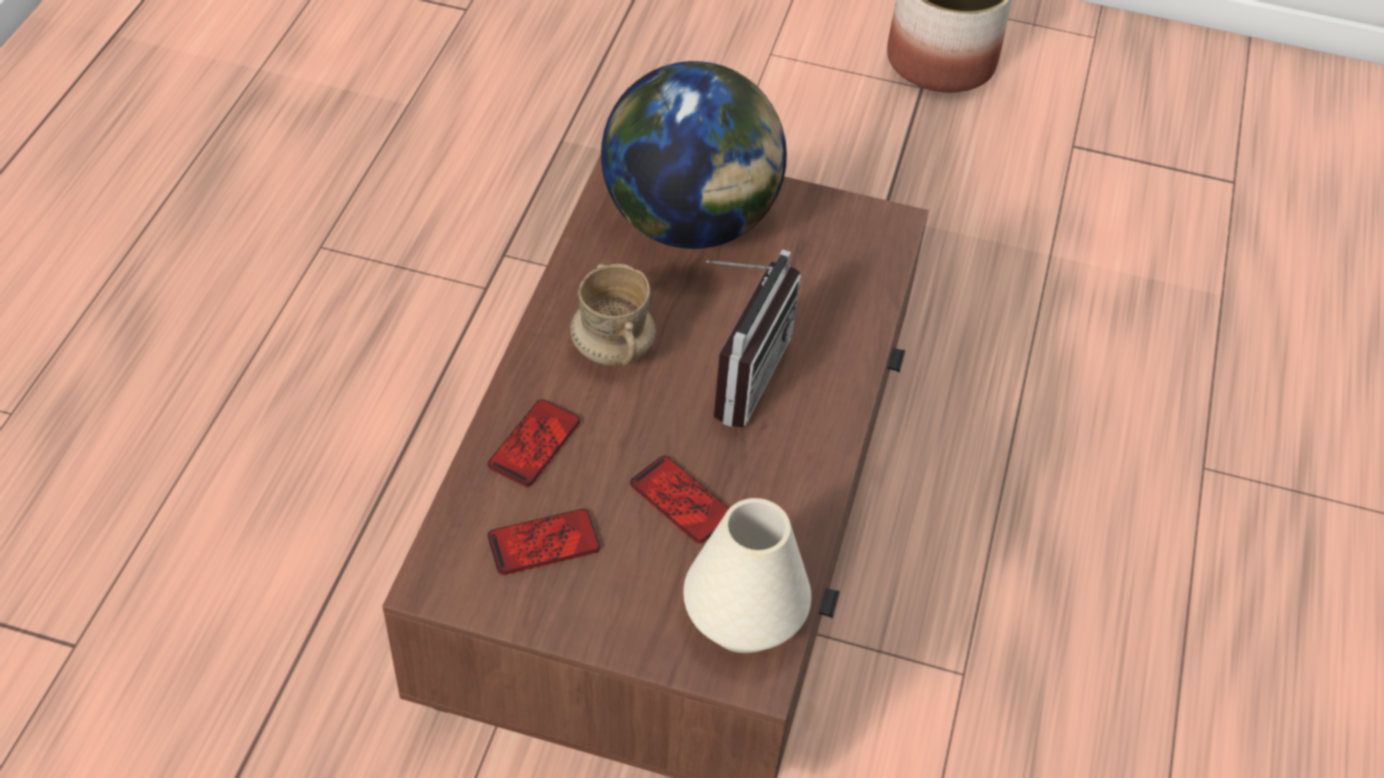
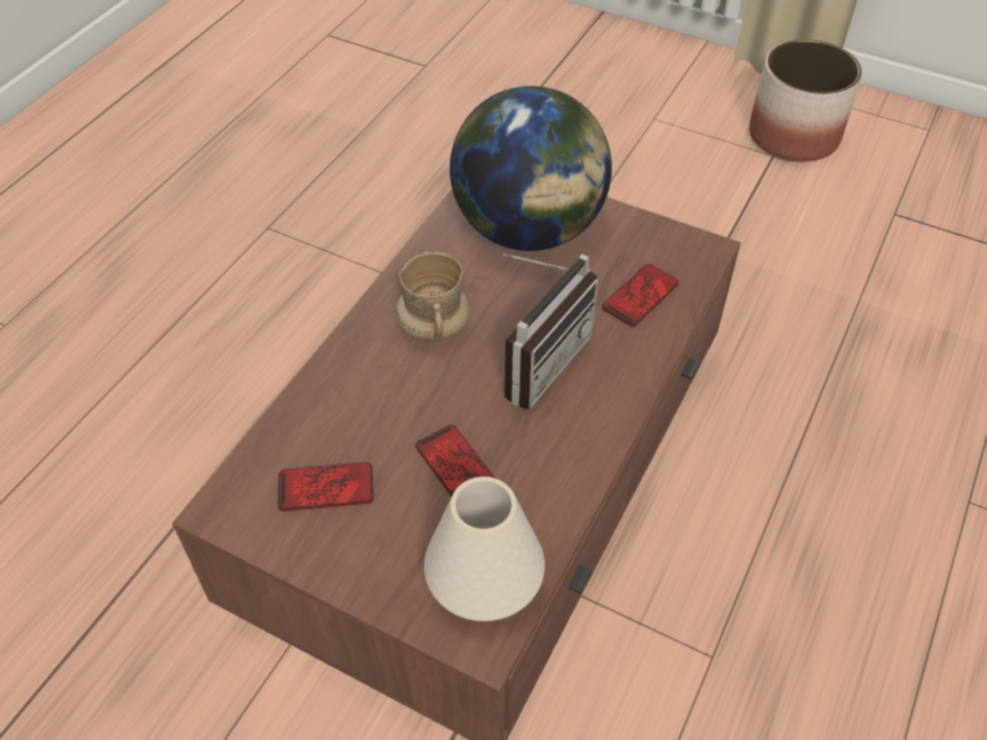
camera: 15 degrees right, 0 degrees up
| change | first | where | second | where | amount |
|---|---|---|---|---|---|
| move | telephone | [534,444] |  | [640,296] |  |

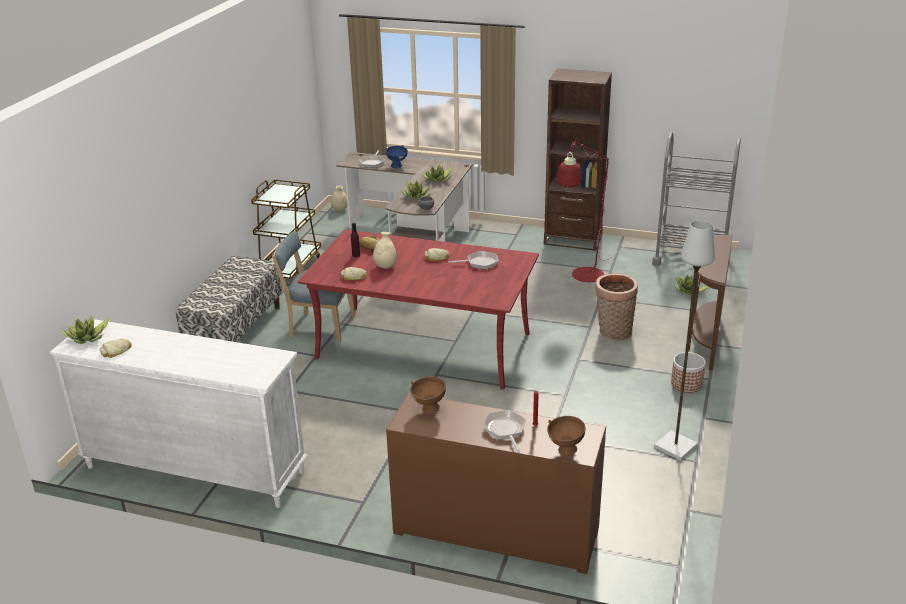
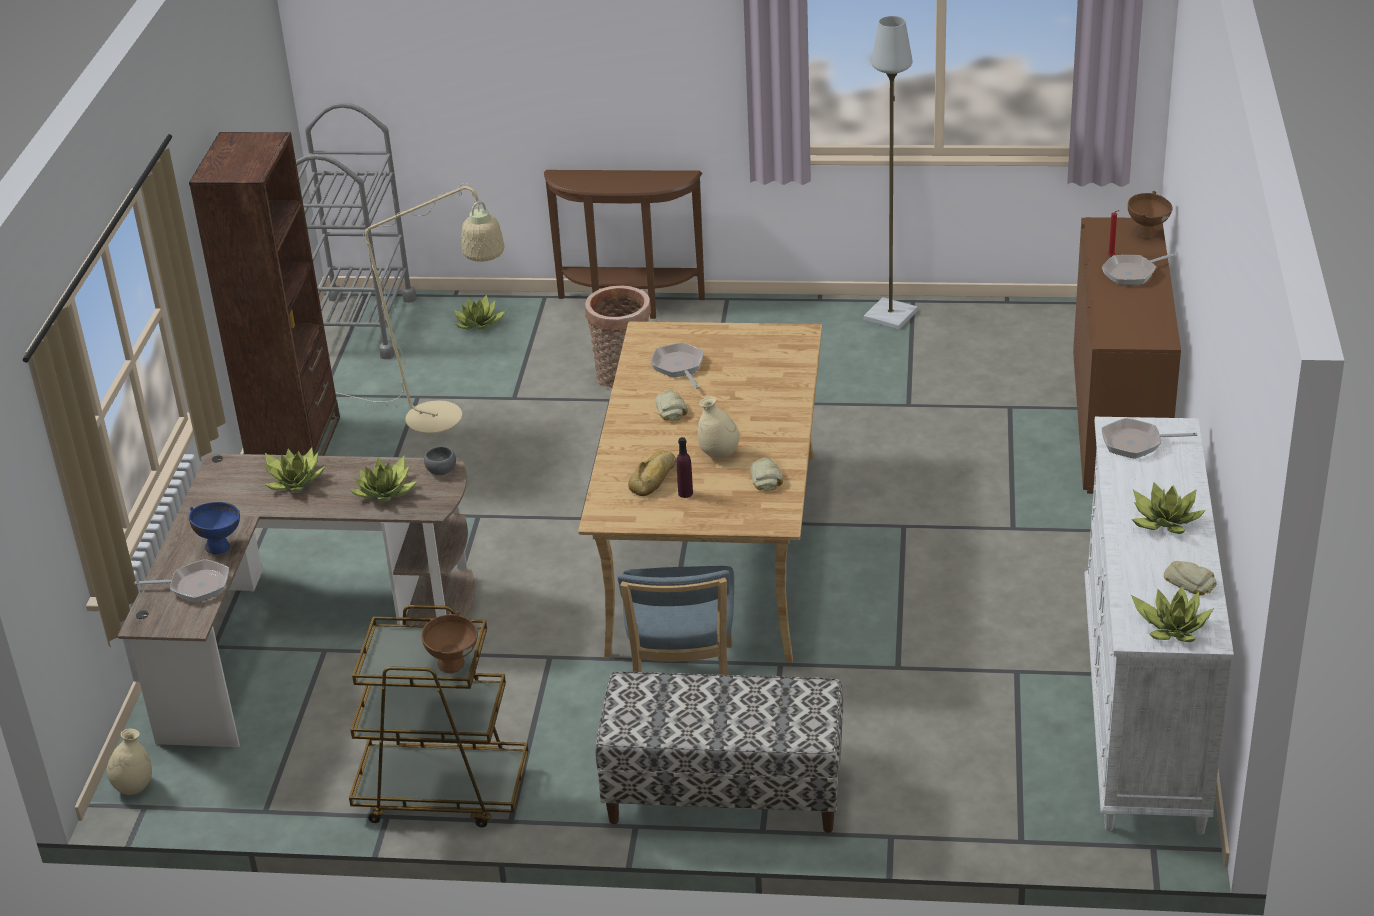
camera: 100 degrees left, 5 degrees up
| change | first | where | second | where | amount |
|---|---|---|---|---|---|
| delete | planter | [686,384] |  |  |  |
| insert |  |  | frying pan | [1136,443] |  |
| insert |  |  | plant in a pot | [1163,521] |  |
| move | deep dish in brown | [429,410] |  | [454,666] |  |
| recolor | dining table in reddish | [424,345] | dining table in beige | [713,550] |  |
| recolor | floor lamp in reddish | [583,278] | floor lamp in beige | [447,420] |  |

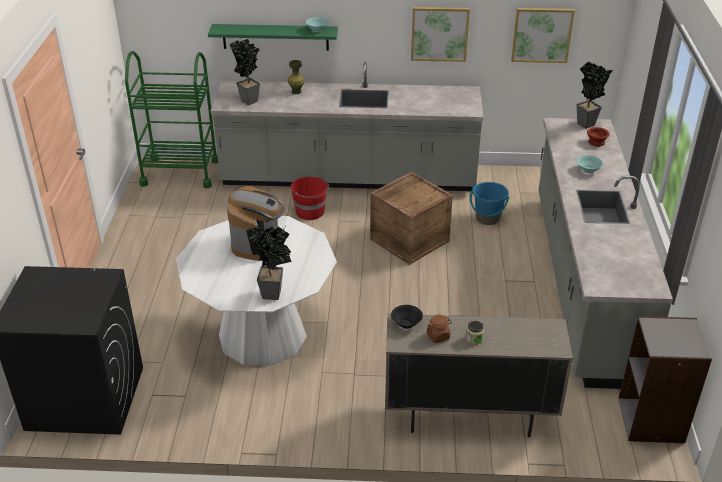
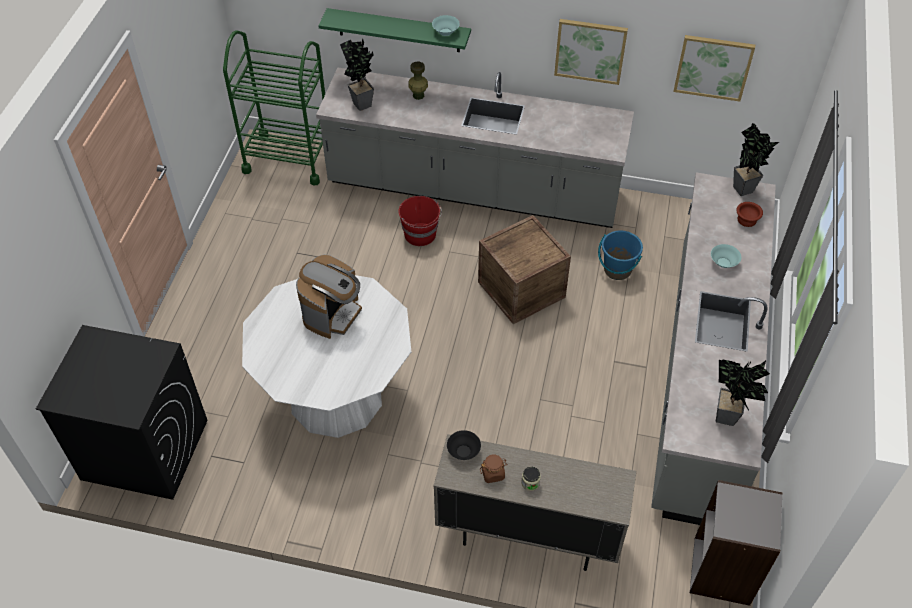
camera: 10 degrees right, 15 degrees up
| change | first | where | second | where | amount |
|---|---|---|---|---|---|
| move | plant in a pot | [274,296] |  | [729,419] |  |

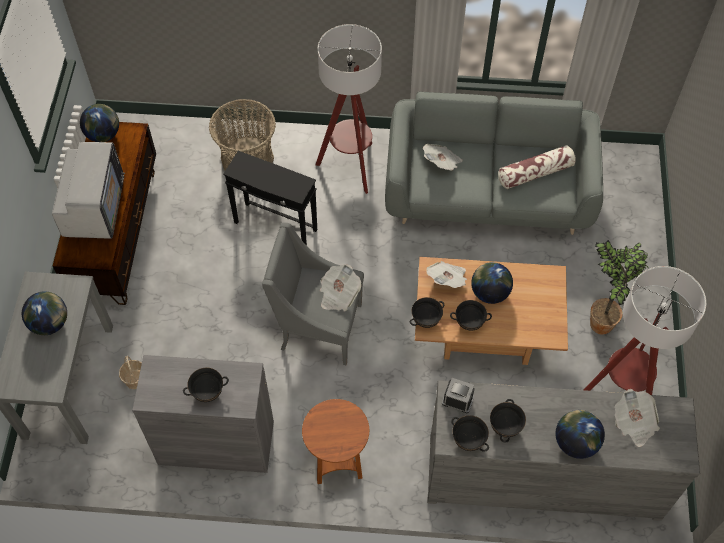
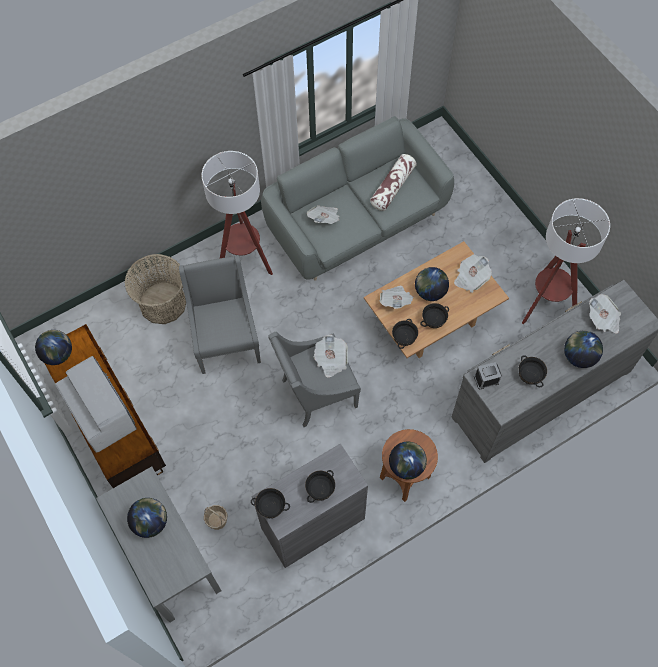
camera: 35 degrees left, 5 degrees up
| change | first | where | second | where | amount |
|---|---|---|---|---|---|
| delete | plant in a pot | [600,321] |  |  |  |
| insert |  |  | world globe | [406,466] |  |
| insert |  |  | printed paper | [470,278] |  |
| move | deep dish in black | [469,440] |  | [271,507] |  |
| replace | end table in black | [275,227] | lounge chair in gray | [226,341] |  |

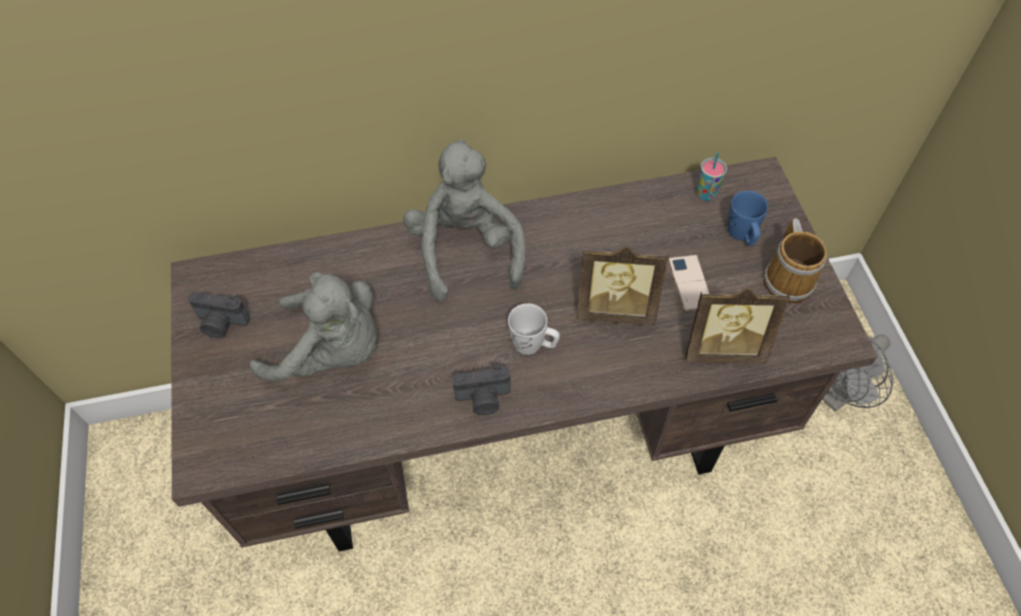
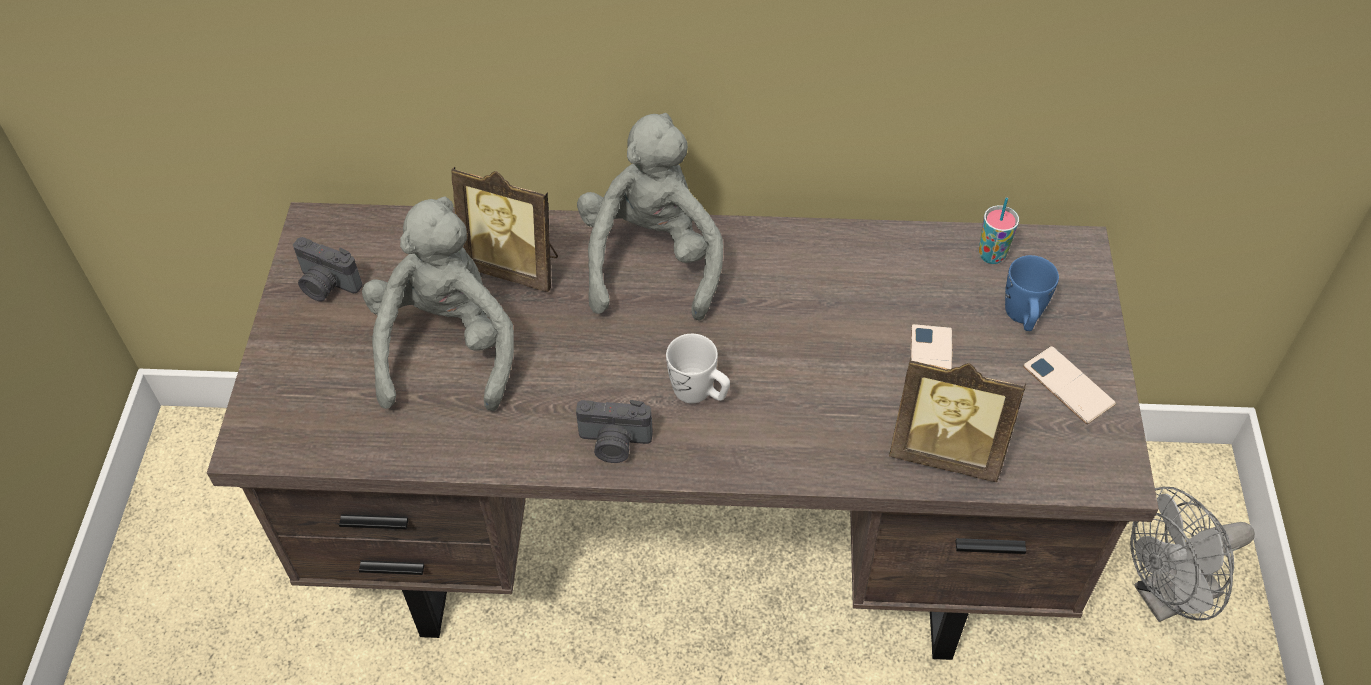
camera: 15 degrees right, 5 degrees down
| change | first | where | second | where | amount |
|---|---|---|---|---|---|
| move | standing frame | [615,309] |  | [515,266] |  |
| replace | coffee mug | [789,279] | telephone | [1068,385] |  |
| rotate | cuddly toy in gray | [332,352] |  | [447,347] | 120 degrees counterclockwise |

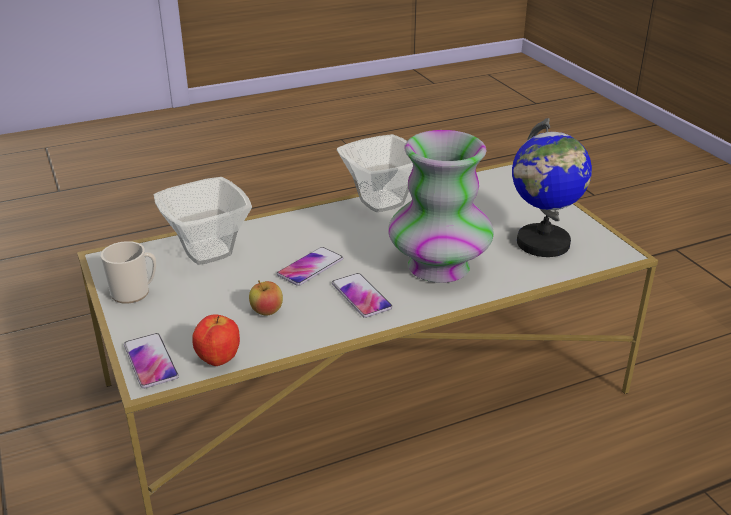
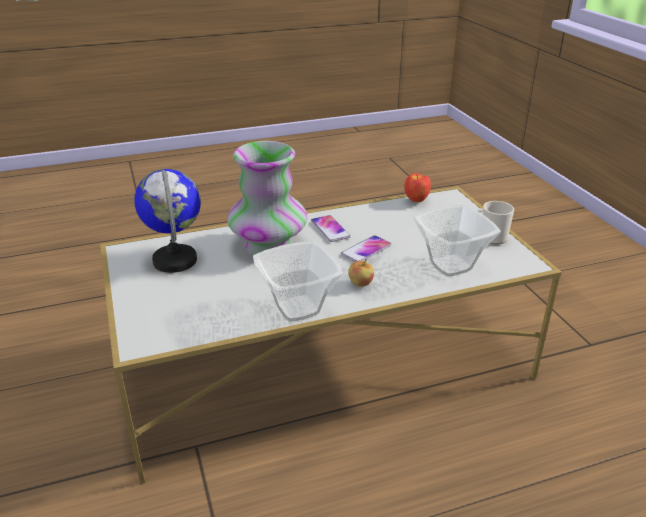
camera: 175 degrees left, 0 degrees up
| change | first | where | second | where | amount |
|---|---|---|---|---|---|
| delete | telephone | [150,361] |  |  |  |
| move | apple fruit | [267,311] |  | [360,283] |  |

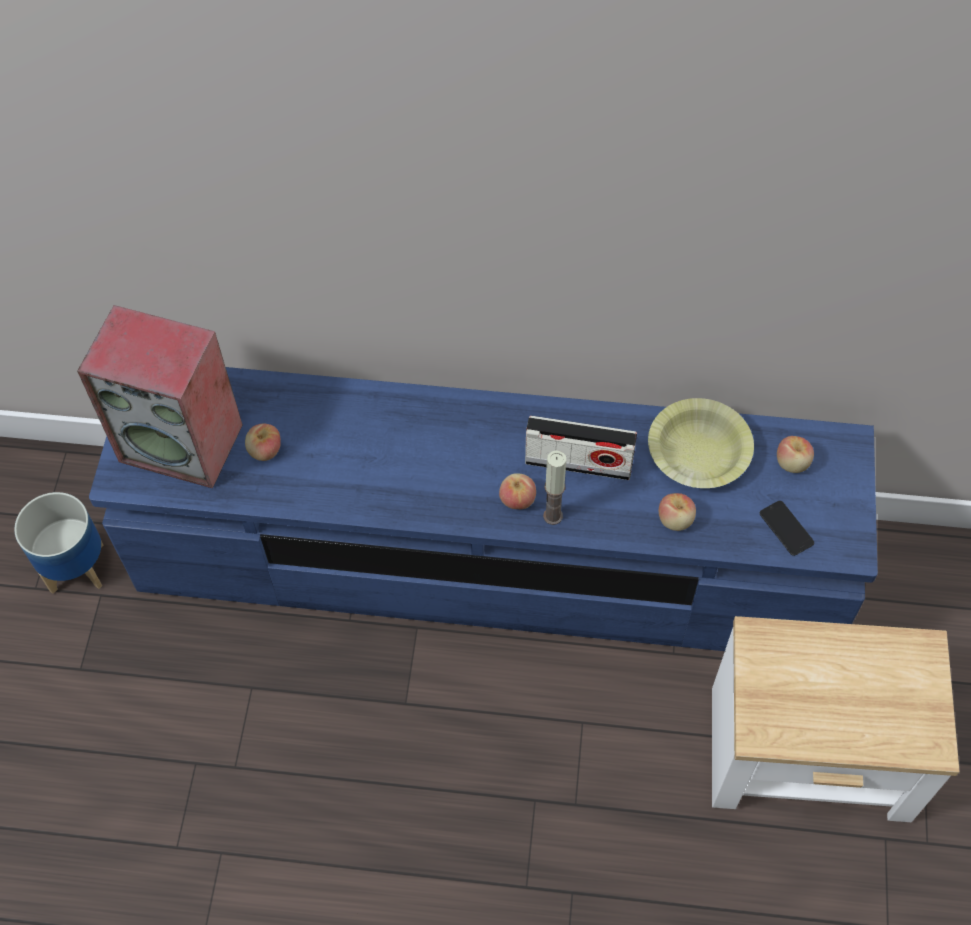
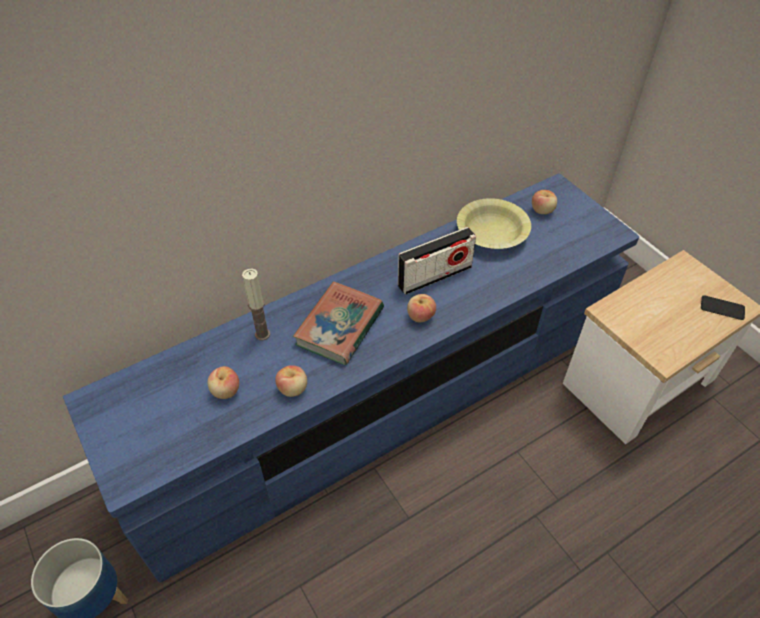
camera: 40 degrees left, 10 degrees down
| change | first | where | second | where | amount |
|---|---|---|---|---|---|
| delete | speaker | [183,442] |  |  |  |
| insert |  |  | book | [339,327] |  |
| move | wax light | [553,516] |  | [262,334] |  |
| move | apple fruit | [675,520] |  | [293,389] |  |
| move | telephone | [786,528] |  | [722,308] |  |

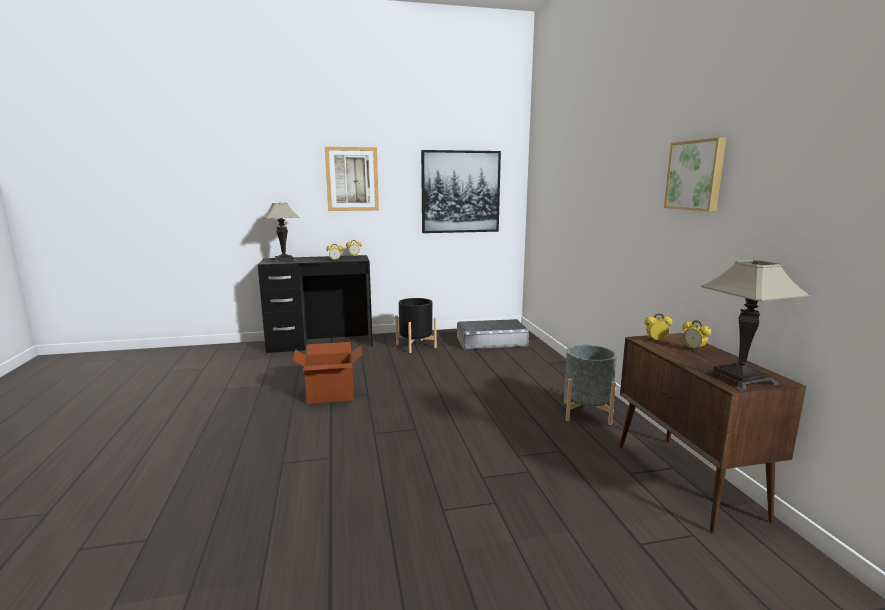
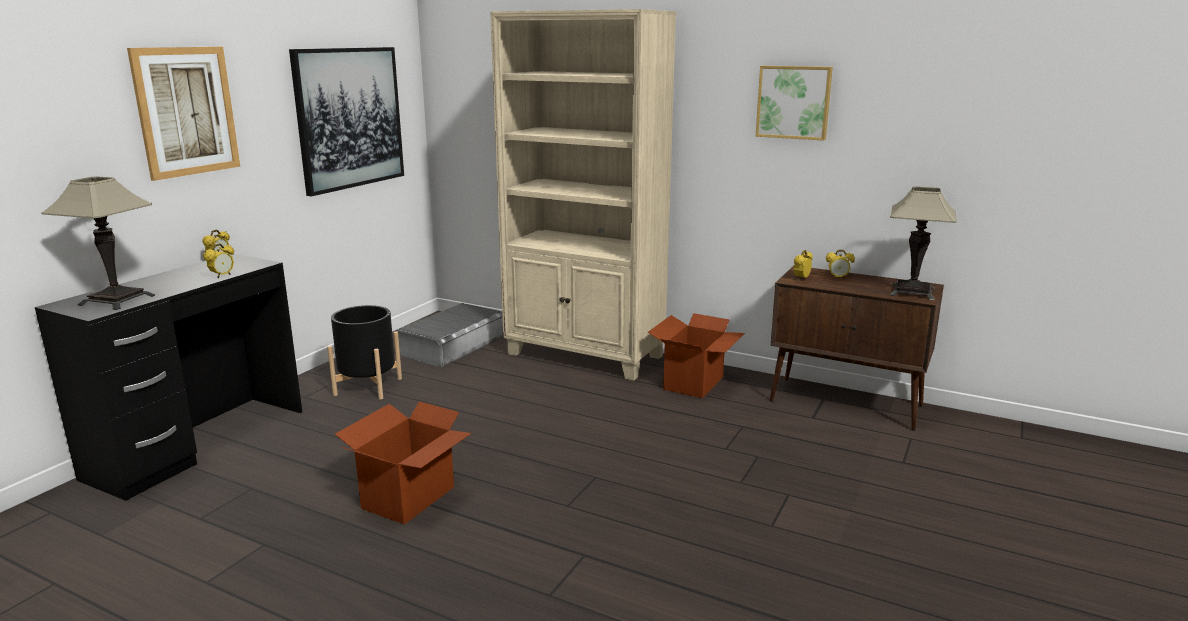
camera: 50 degrees left, 5 degrees up
| change | first | where | second | where | amount |
|---|---|---|---|---|---|
| insert |  |  | bookcase in beige | [585,356] |  |
| replace | planter in gray | [586,413] | packing box | [694,383] |  |

